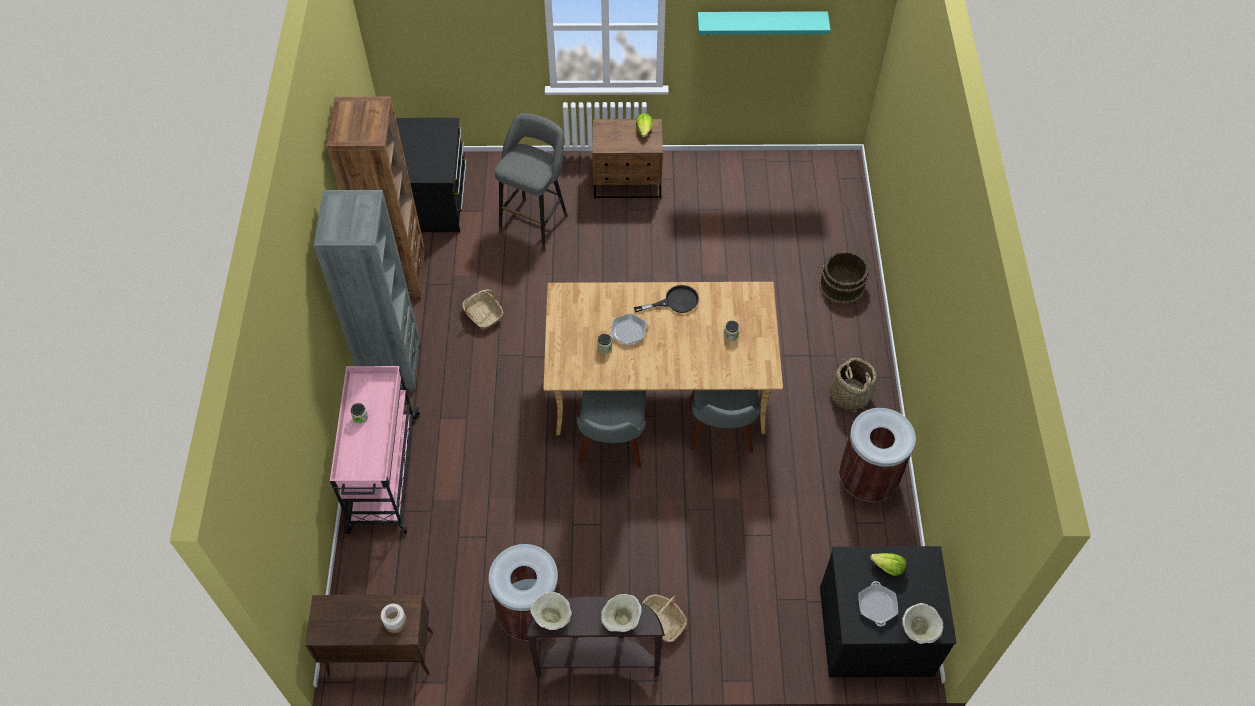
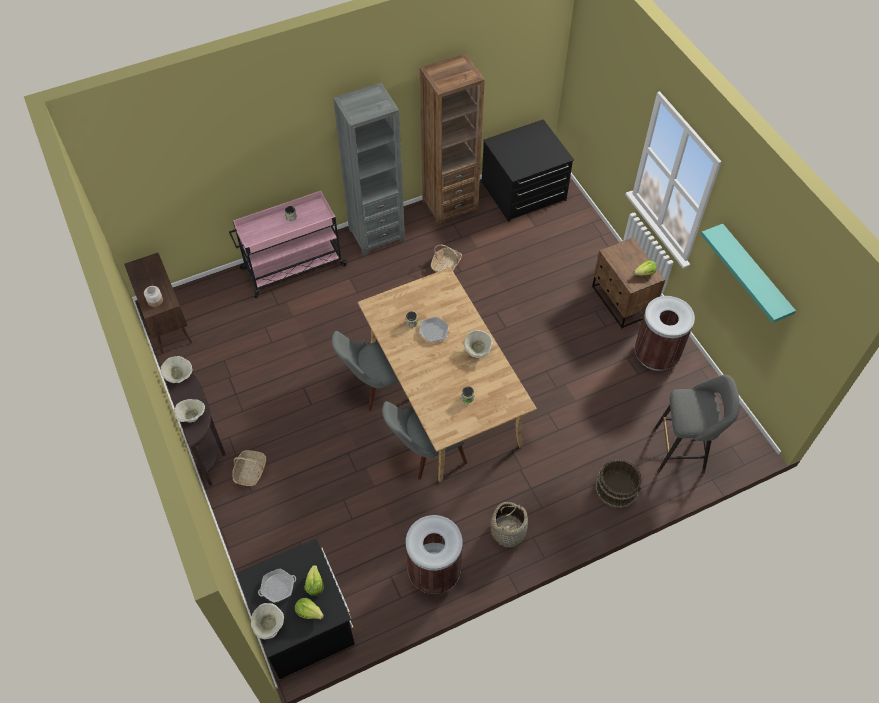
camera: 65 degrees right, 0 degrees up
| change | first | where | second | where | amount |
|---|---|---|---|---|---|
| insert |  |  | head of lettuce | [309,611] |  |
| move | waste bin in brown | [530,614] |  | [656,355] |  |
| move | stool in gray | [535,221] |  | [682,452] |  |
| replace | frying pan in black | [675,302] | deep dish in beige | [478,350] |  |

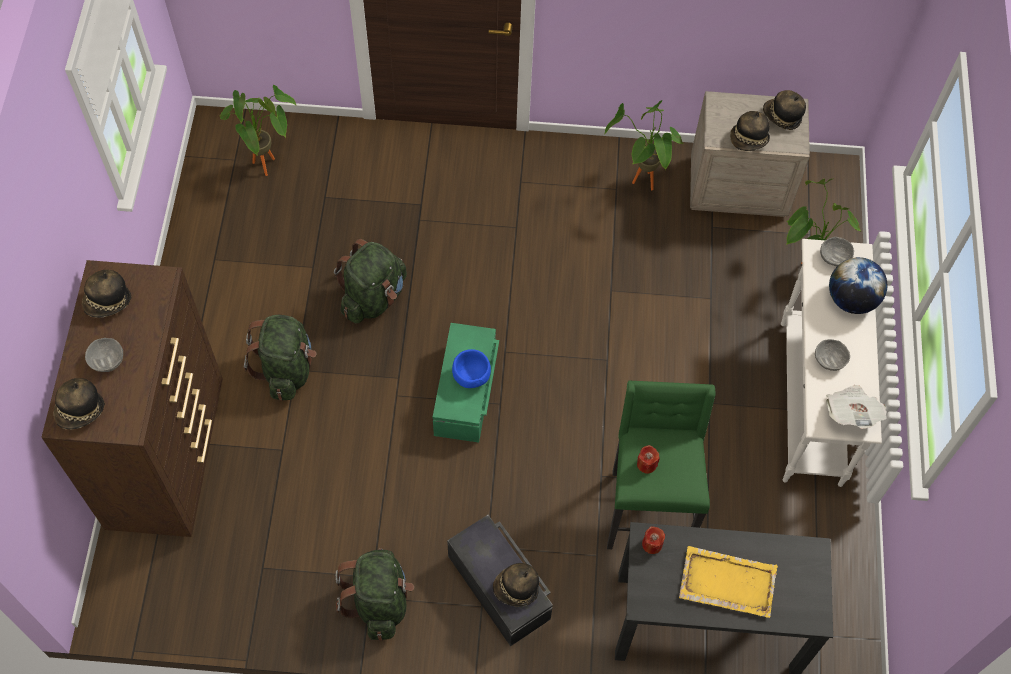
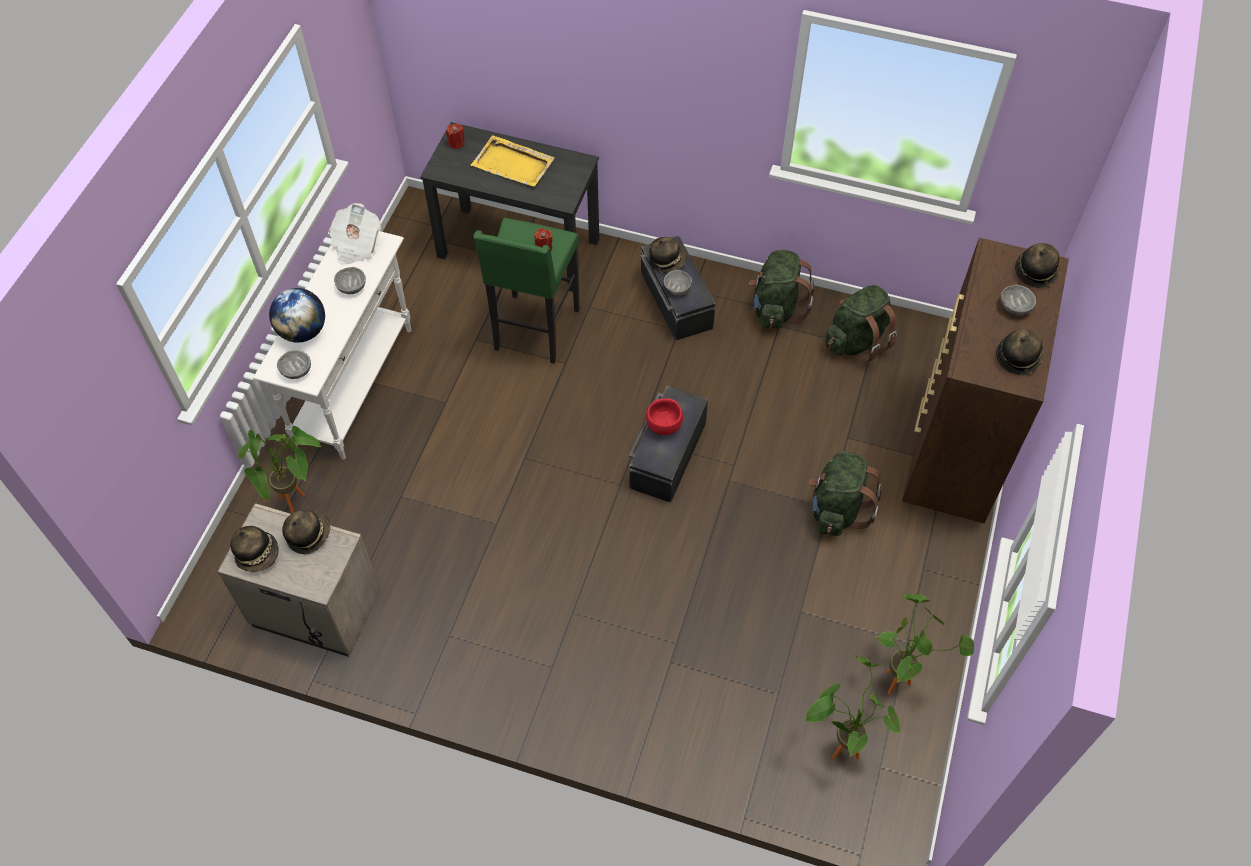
camera: 165 degrees left, 5 degrees down
| change | first | where | second | where | amount |
|---|---|---|---|---|---|
| insert |  |  | deep dish in gray | [677,288] |  |
| move | rucksack in greenish | [373,297] |  | [856,341] |  |
| move | plant in a pot | [641,185] |  | [900,678] |  |
| move | wax light in reddish | [652,544] |  | [456,143] |  |
| recolor | storage bin in greenish | [466,392] | storage bin in black | [666,454] |  |
| recolor | deep dish in blue-coloured | [471,377] | deep dish in reddish | [664,425] |  |

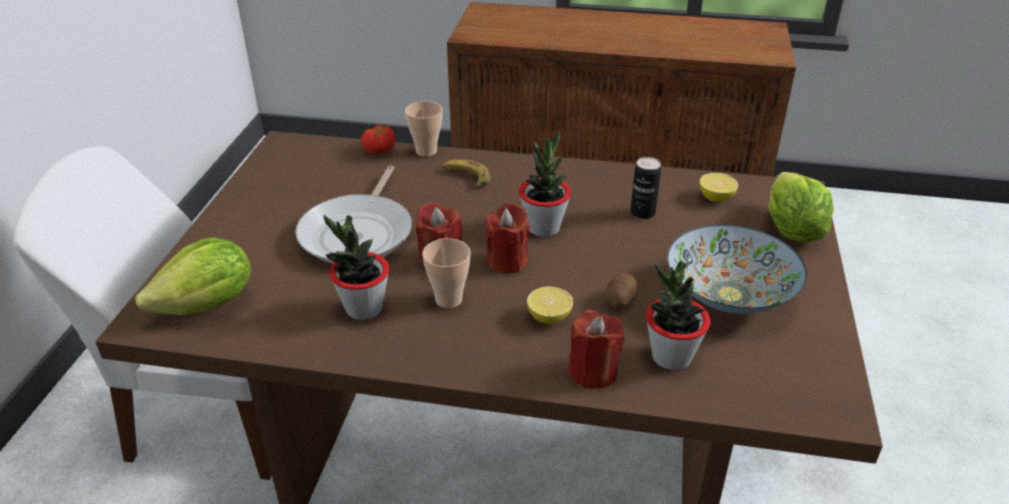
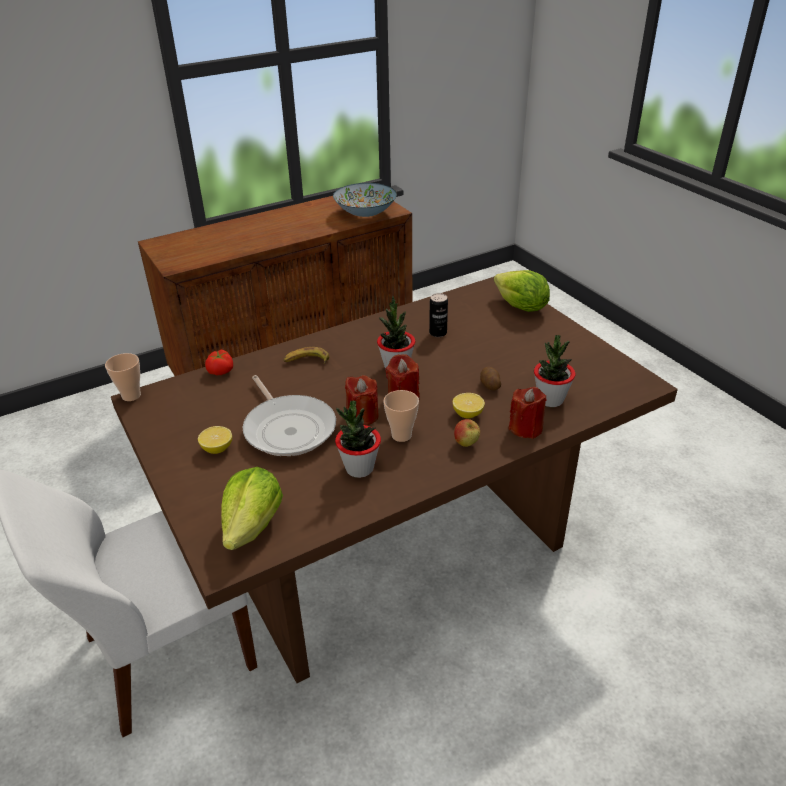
camera: 40 degrees left, 0 degrees up
| change | first | where | second | where | amount |
|---|---|---|---|---|---|
| insert |  |  | apple fruit | [466,444] |  |
| move | cup | [426,151] |  | [131,396] |  |
| move | deep dish | [730,295] |  | [366,213] |  |
| move | citrus fruit | [716,198] |  | [217,448] |  |

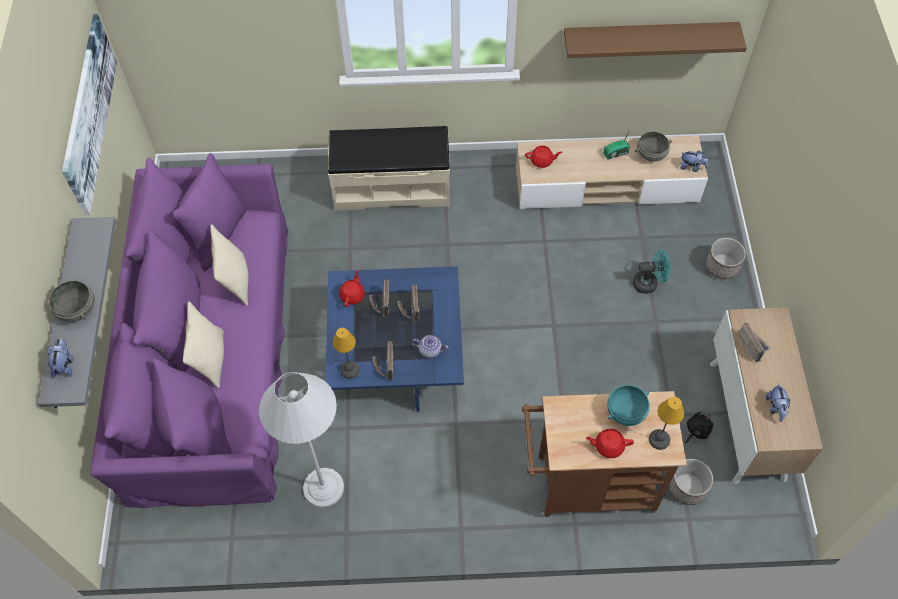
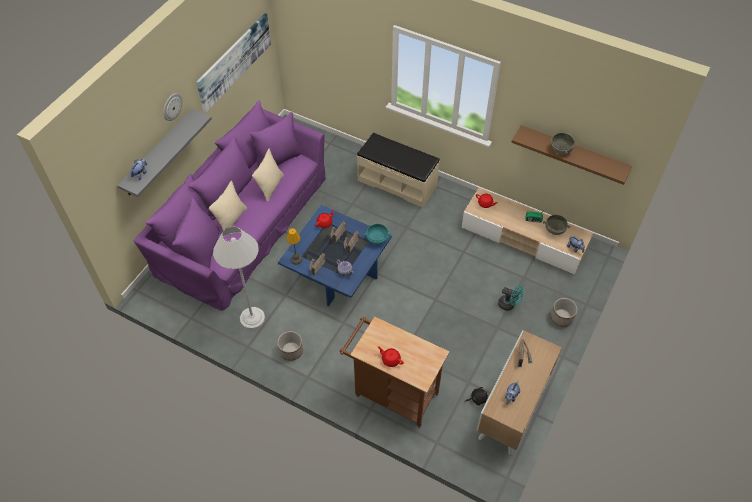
camera: 30 degrees right, 5 degrees down
| change | first | where | second | where | amount |
|---|---|---|---|---|---|
| delete | table lamp | [659,440] |  |  |  |
| insert |  |  | clock on the wall | [172,106] |  |
| move | deep dish in gray | [78,309] |  | [561,150] |  |
| move | deep dish in blue-green | [625,411] |  | [377,239] |  |
| move | planter | [687,488] |  | [291,351] |  |

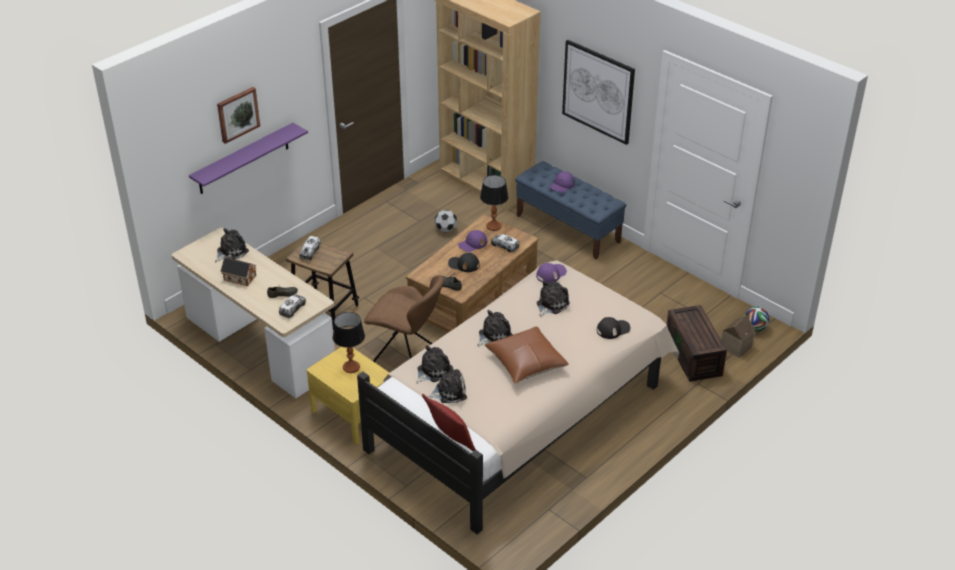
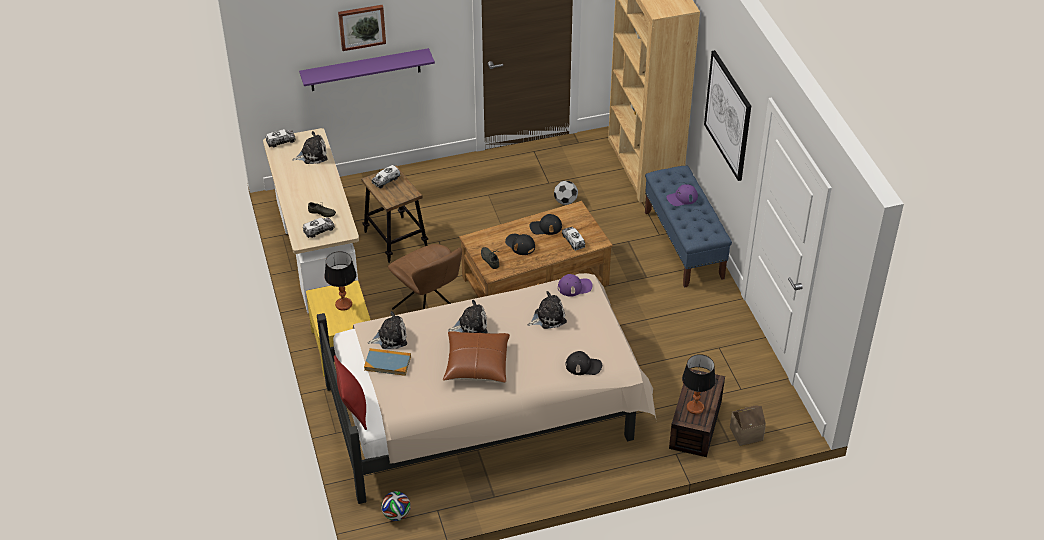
camera: 30 degrees right, 5 degrees up
| change | first | where | second | where | amount |
|---|---|---|---|---|---|
| delete | model house | [239,277] |  |  |  |
| insert |  |  | model truck | [281,141] |  |
| move | table lamp | [493,226] |  | [695,408] |  |
| move | ball for football | [755,328] |  | [396,515] |  |
| replace | cuddly toy | [449,392] | book | [387,363] |  |
| recolor | peaked cap in purple | [472,244] | peaked cap in black | [545,227] |  |

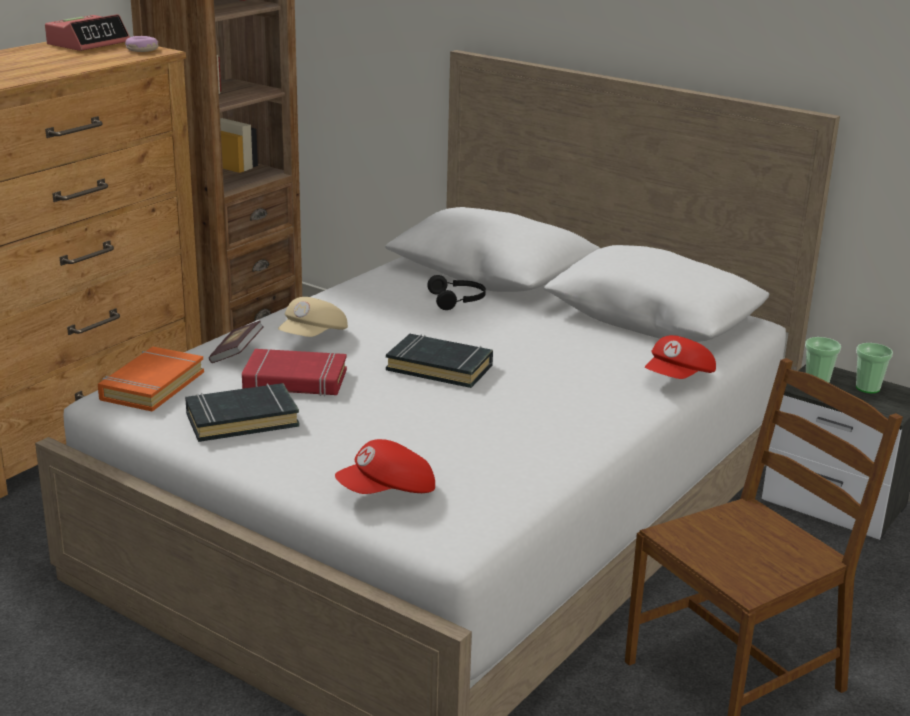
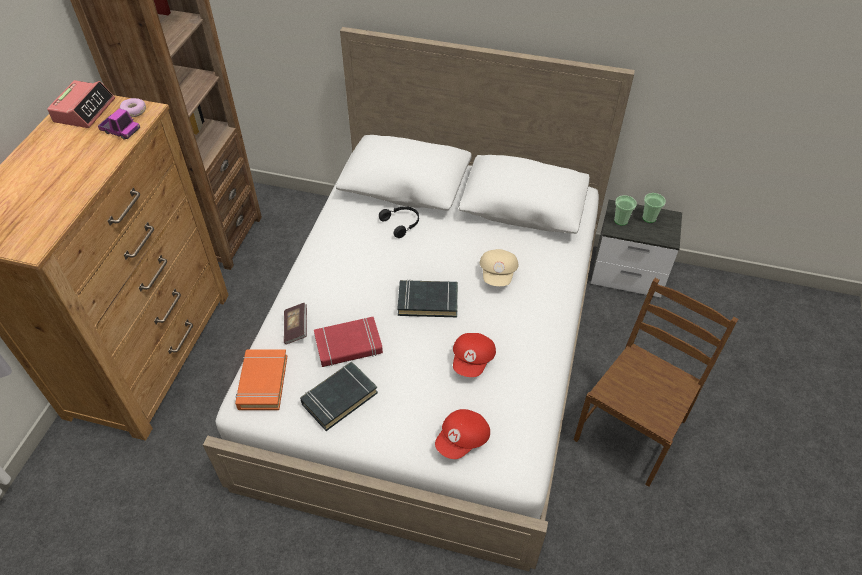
camera: 20 degrees left, 25 degrees up
| change | first | where | second | where | amount |
|---|---|---|---|---|---|
| insert |  |  | model truck | [120,131] |  |
| move | peaked cap in beige | [313,337] |  | [498,274] |  |
| move | peaked cap in reddish | [679,378] |  | [473,360] |  |

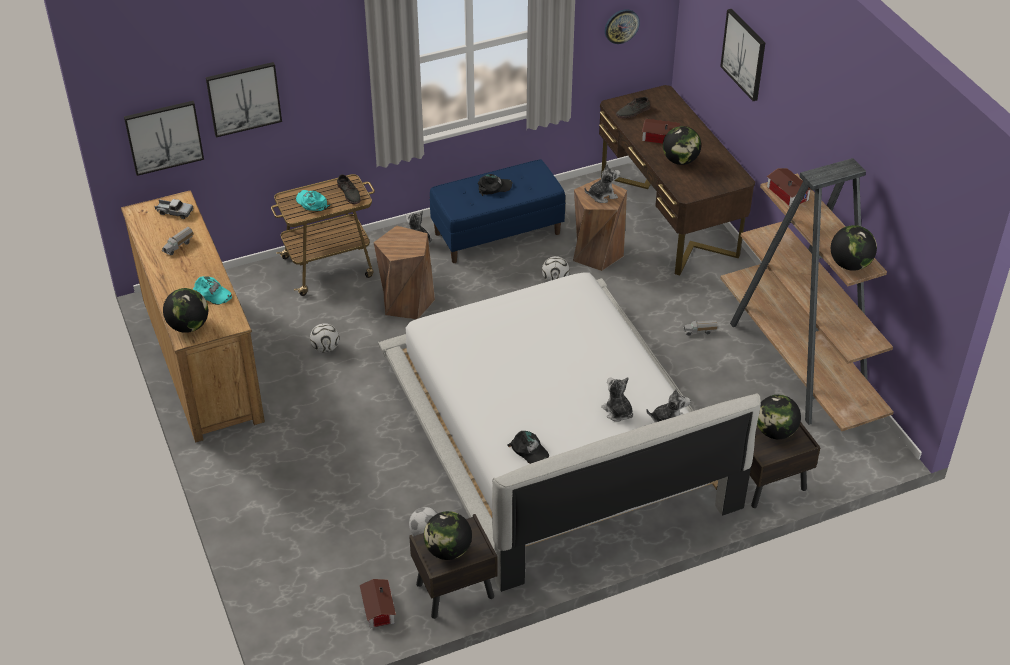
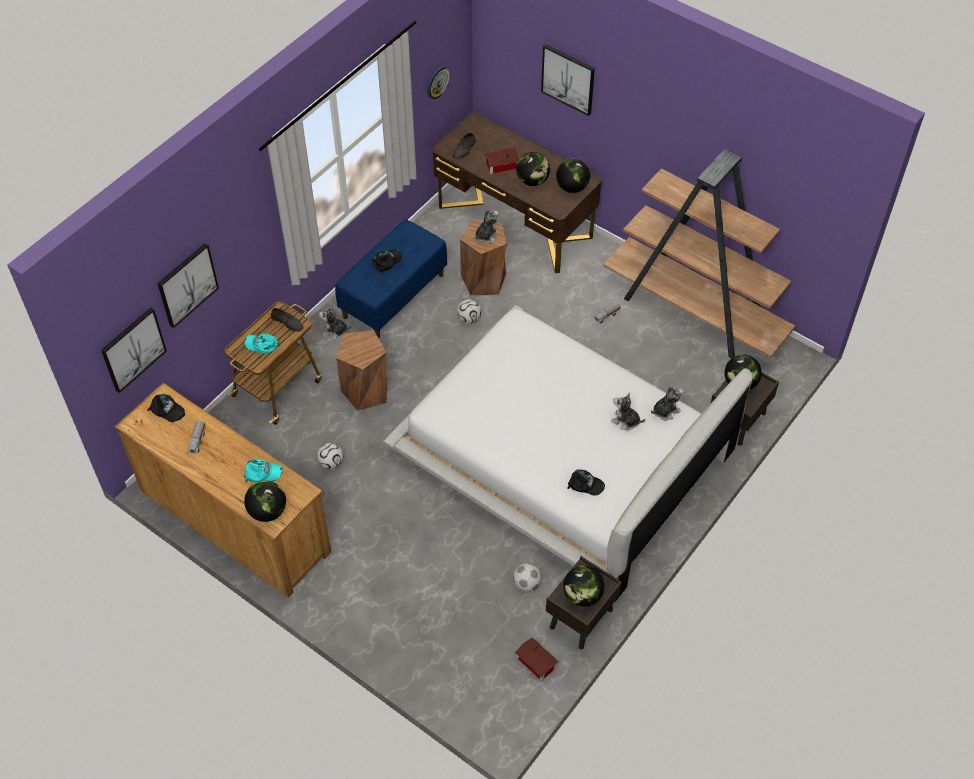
camera: 30 degrees left, 10 degrees up
| change | first | where | second | where | amount |
|---|---|---|---|---|---|
| delete | model house | [787,192] |  |  |  |
| move | world globe | [850,264] |  | [572,187] |  |
| replace | model truck | [174,212] | peaked cap in black | [167,410] |  |

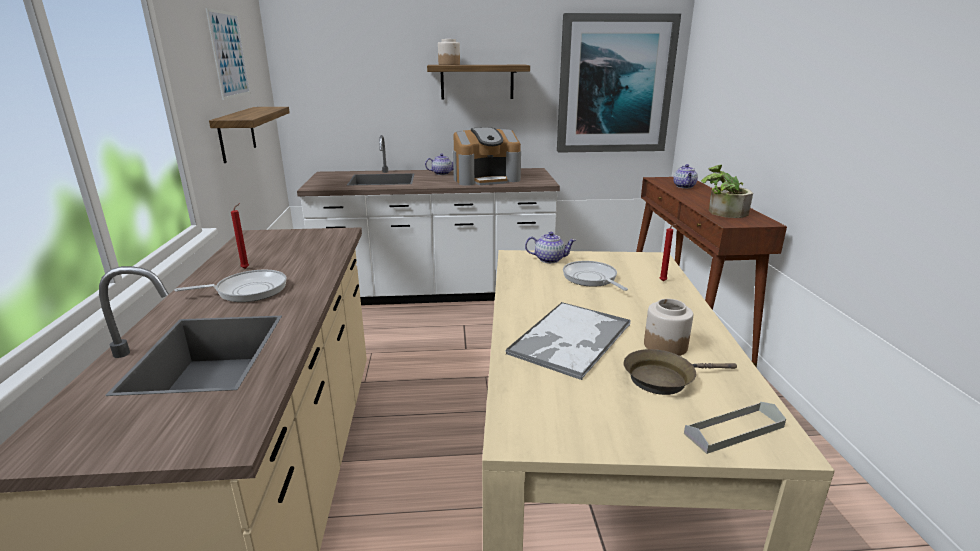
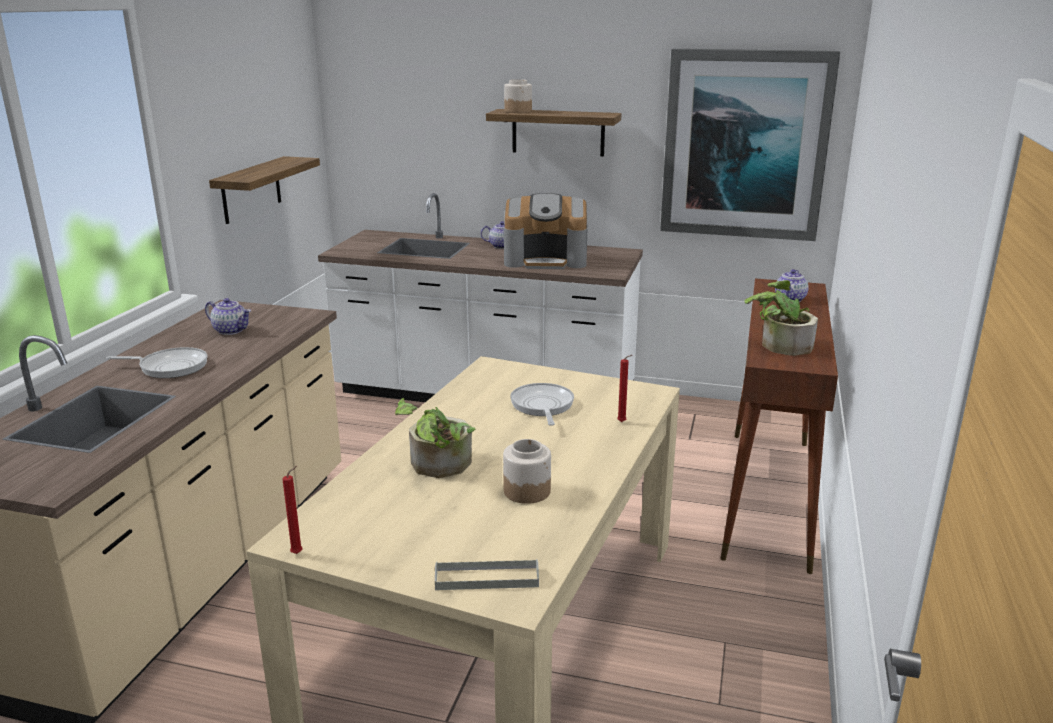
camera: 20 degrees right, 0 degrees up
| change | first | where | second | where | amount |
|---|---|---|---|---|---|
| delete | picture | [229,55] |  |  |  |
| delete | frying pan in brown | [663,378] |  |  |  |
| move | wax light in reddish | [246,268] |  | [299,553] |  |
| move | pot for tea | [549,259] |  | [231,330] |  |
| replace | tray | [570,340] | plant in a pot | [438,467] |  |

